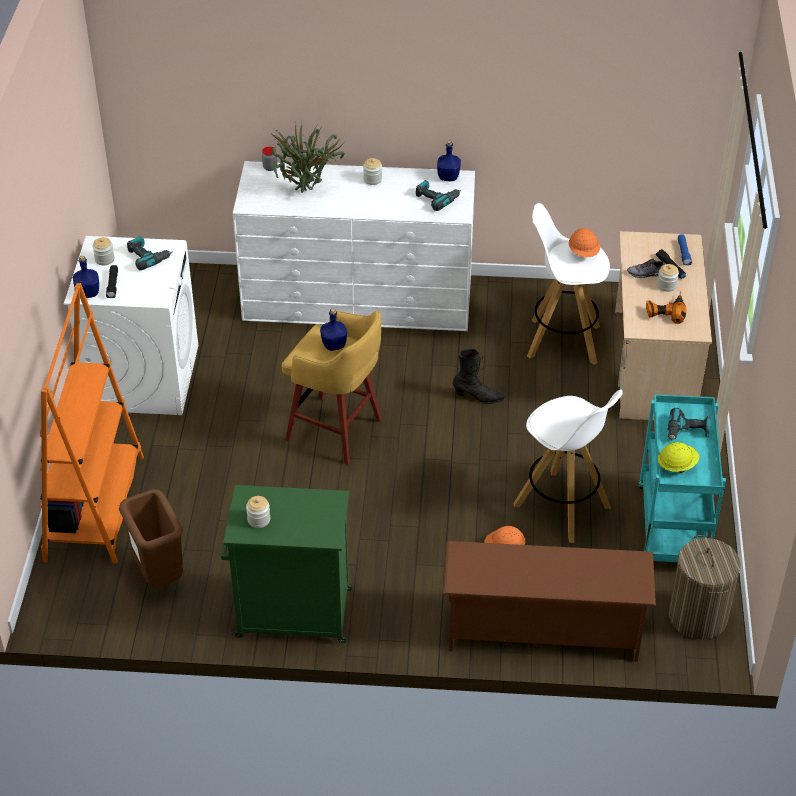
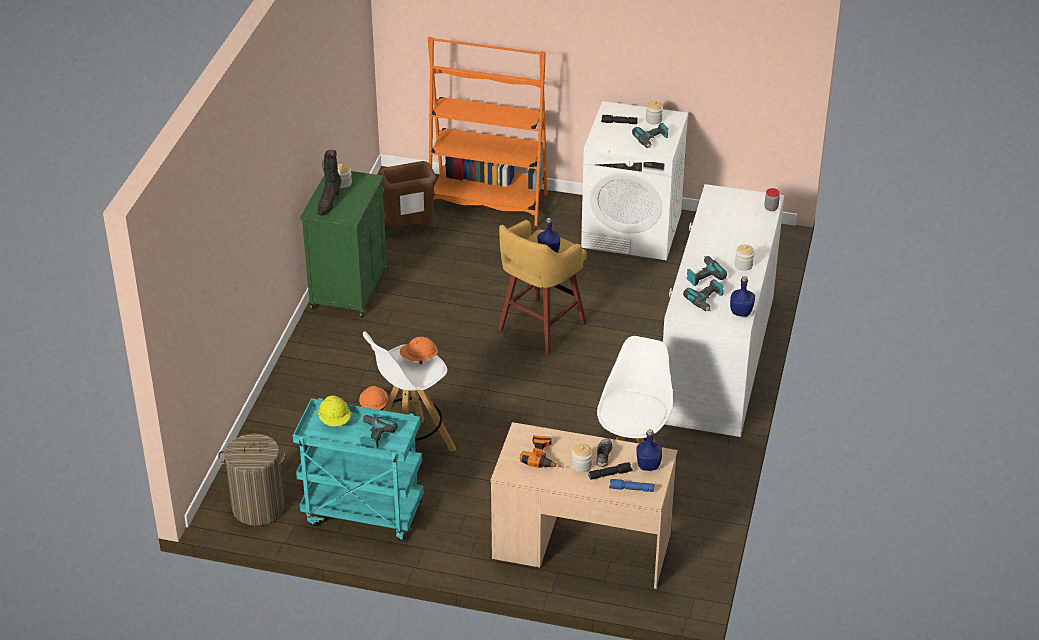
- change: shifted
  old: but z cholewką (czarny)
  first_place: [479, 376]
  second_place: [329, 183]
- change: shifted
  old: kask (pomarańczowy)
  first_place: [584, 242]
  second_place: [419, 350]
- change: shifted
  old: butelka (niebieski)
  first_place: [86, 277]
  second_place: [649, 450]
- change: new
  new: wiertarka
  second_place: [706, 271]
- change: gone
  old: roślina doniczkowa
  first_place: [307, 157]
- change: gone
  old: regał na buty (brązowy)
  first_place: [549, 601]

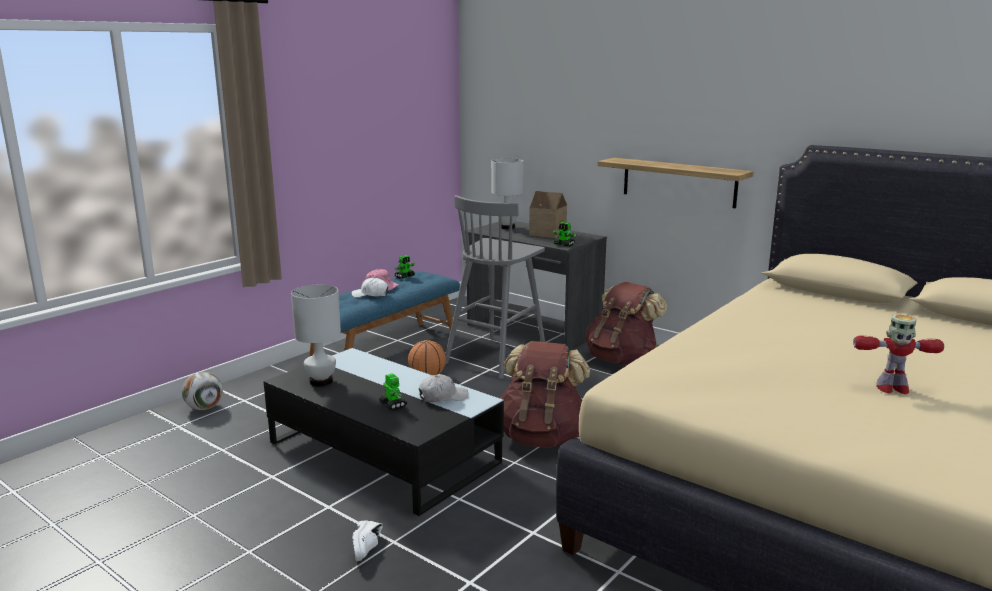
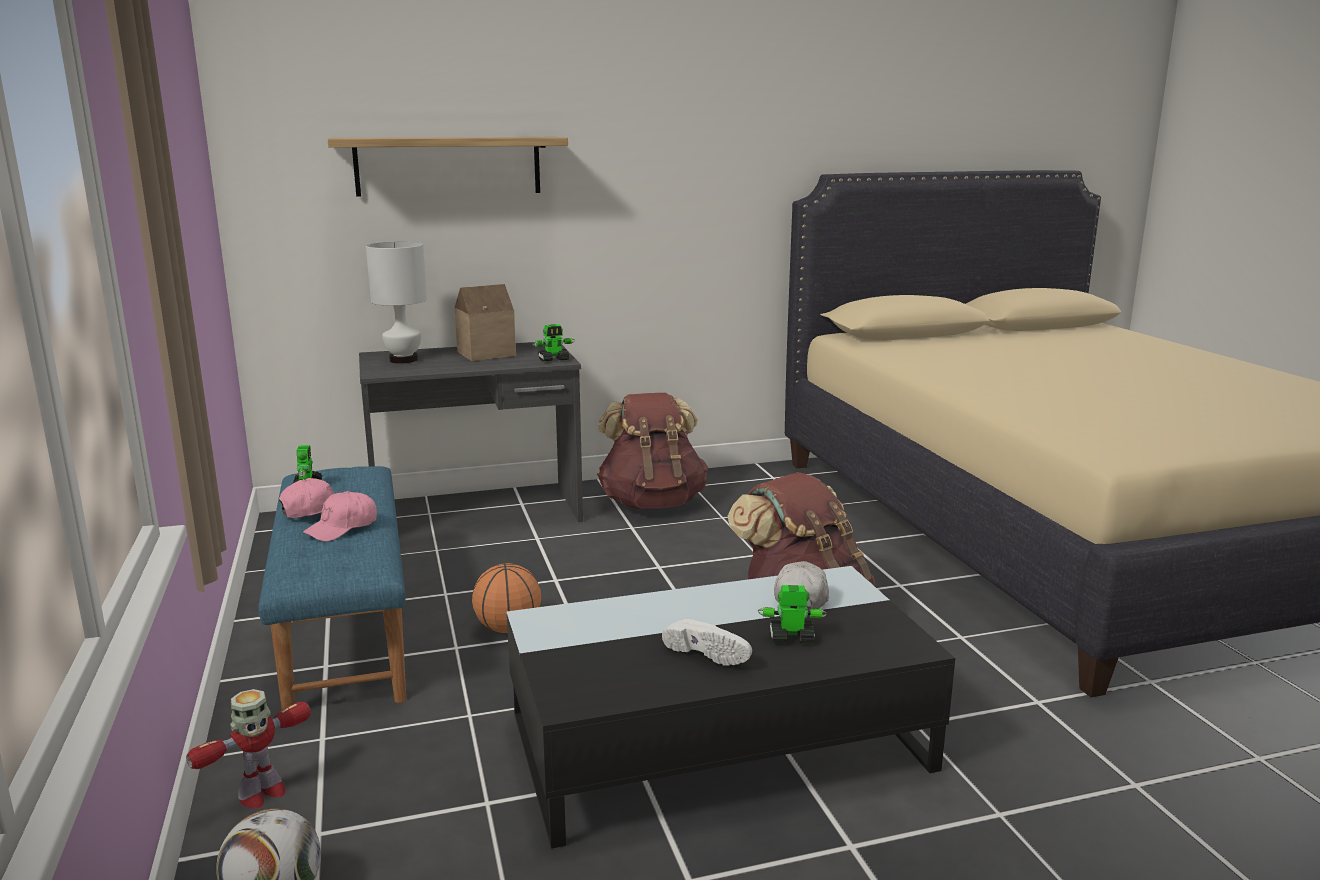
- change: shifted
  old: robot zabawkowy
  first_place: [898, 354]
  second_place: [248, 748]
- change: repainted
  old: czapka z daszkiem (biały)
  new: czapka z daszkiem (różowy)
  first_place: [370, 288]
  second_place: [340, 516]
- change: shifted
  old: półka
  first_place: [675, 183]
  second_place: [448, 167]
- change: shifted
  old: but (biały)
  first_place: [367, 541]
  second_place: [707, 642]
- change: gone
  old: lampa stołowa (biały)
  first_place: [316, 335]
- change: gone
  old: stołek (szary)
  first_place: [495, 287]

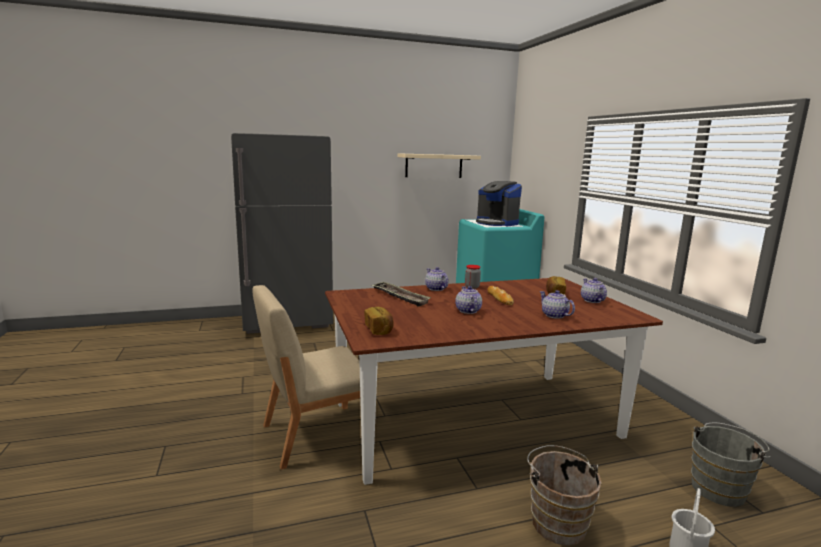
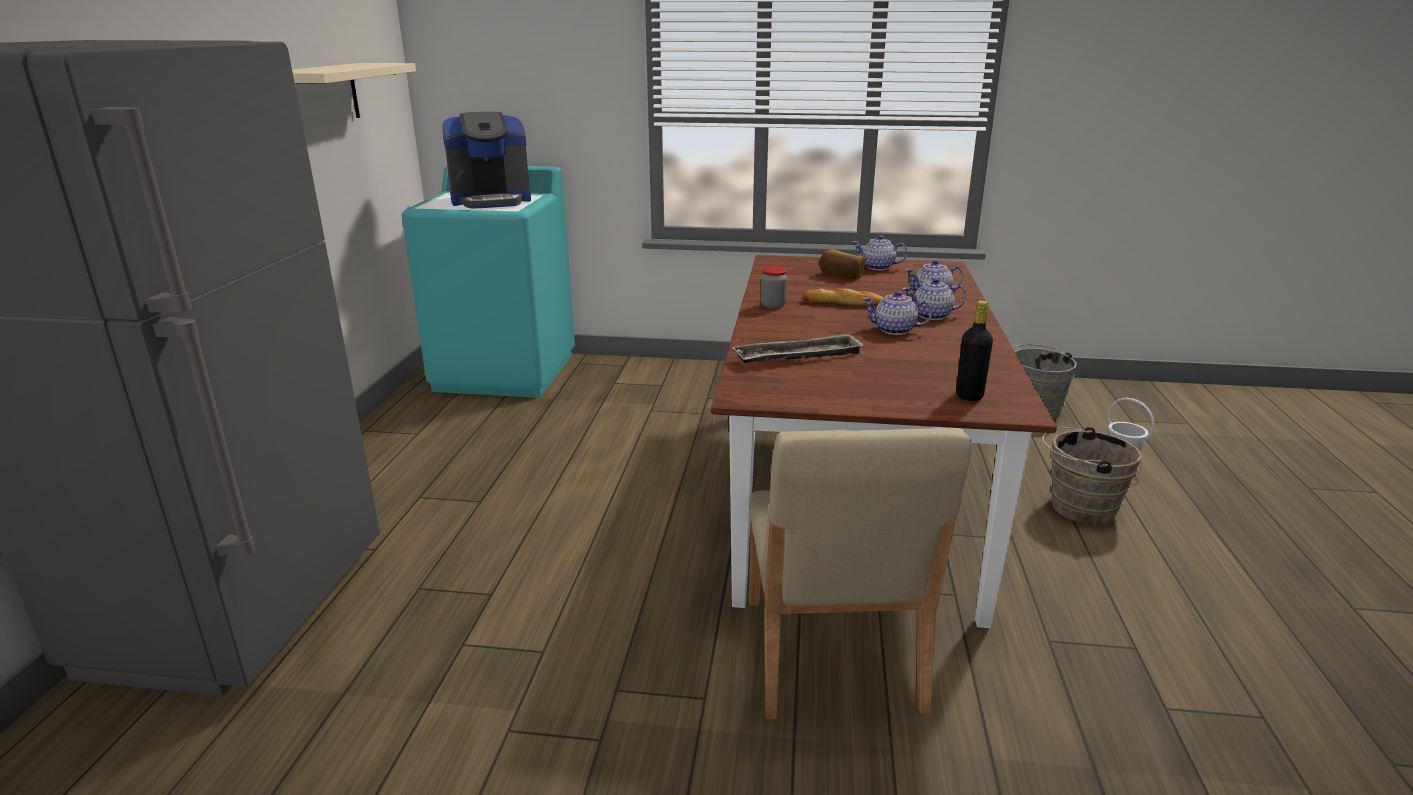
- change: shifted
  old: imbryk
  first_place: [437, 279]
  second_place: [935, 299]
- change: swapped
  old: chleb
  new: butelka (czarny)
  first_place: [379, 321]
  second_place: [974, 350]

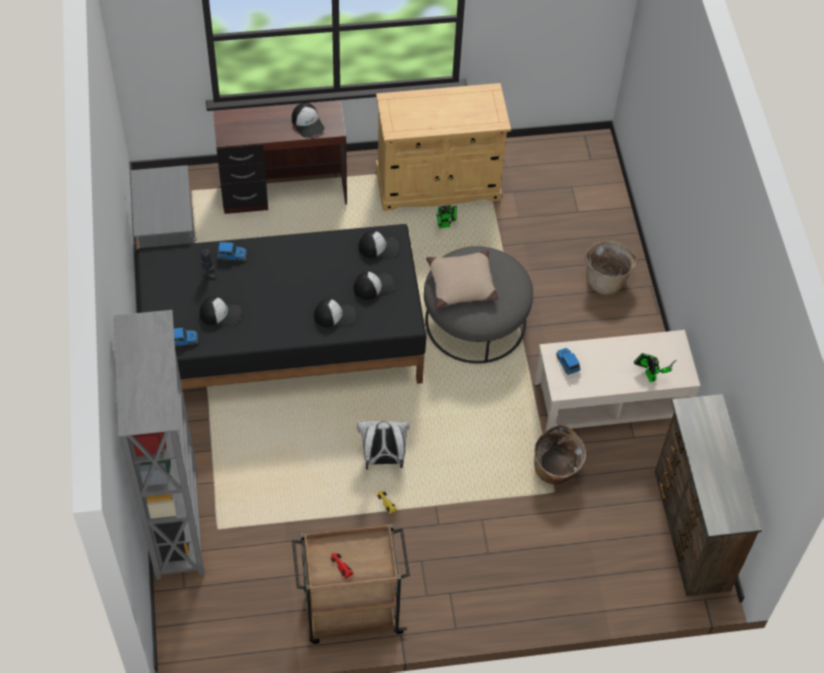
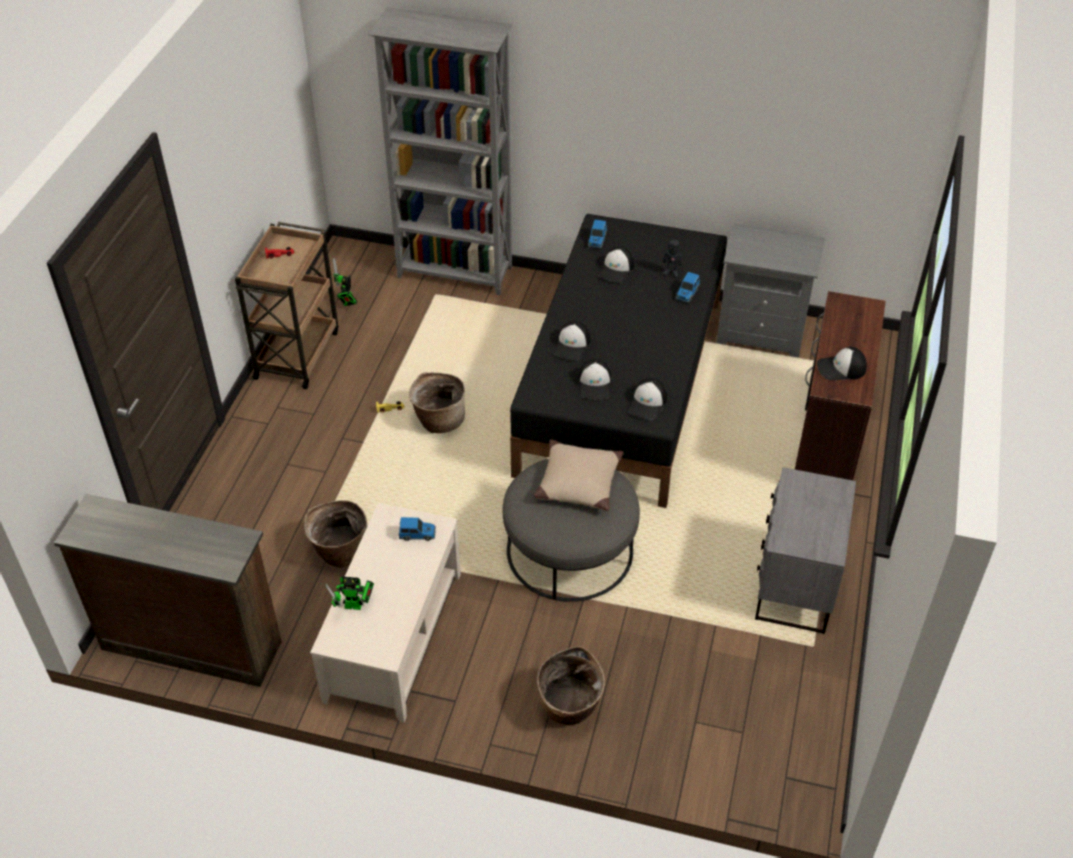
- change: shifted
  old: robot zabawkowy
  first_place: [446, 216]
  second_place: [344, 282]
- change: swapped
  old: plecak (biały)
  new: koszyk
  first_place: [383, 445]
  second_place: [437, 402]
- change: swapped
  old: szafka (beżowy)
  new: szafka nocna (szary)
  first_place: [443, 147]
  second_place: [805, 550]

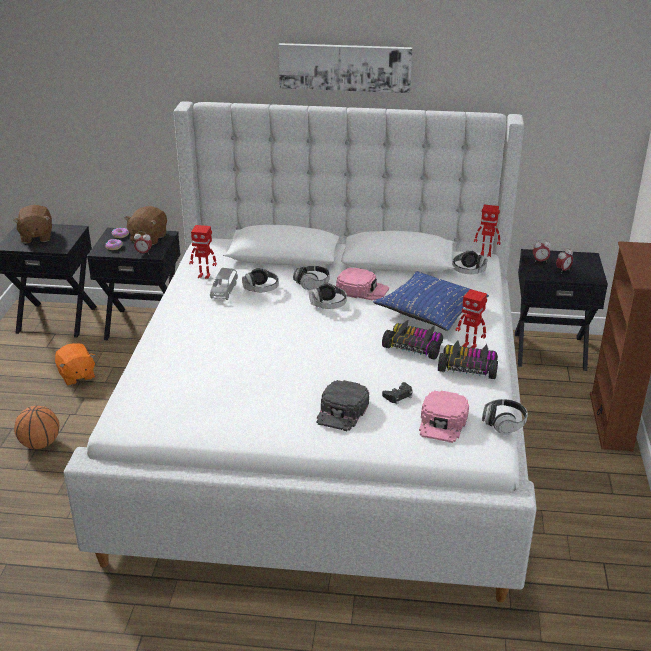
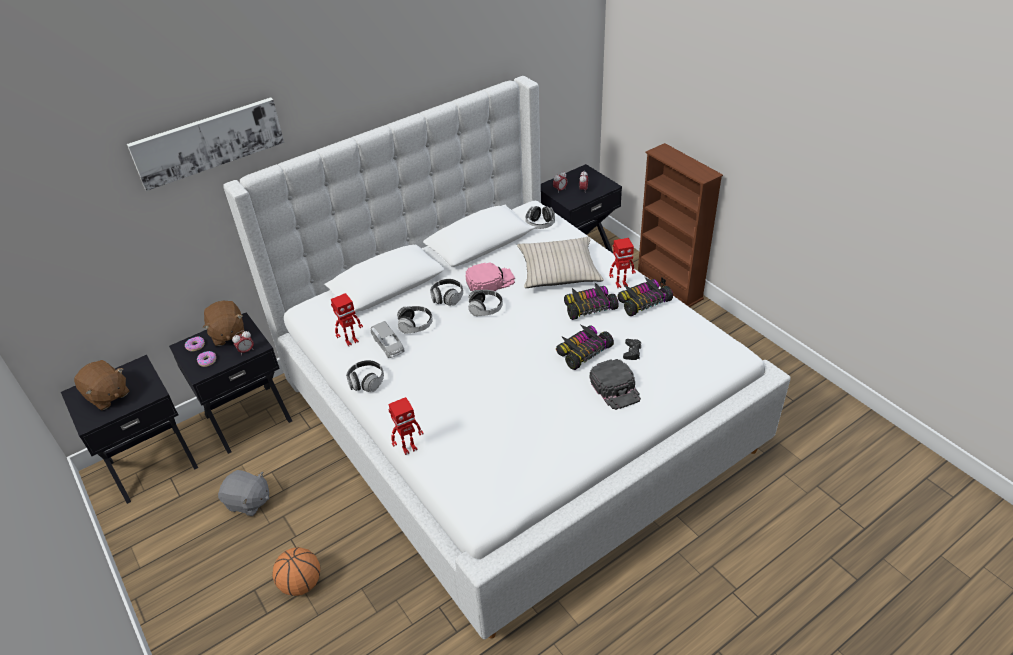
- change: shifted
  old: obraz
  first_place: [345, 68]
  second_place: [205, 144]
- change: repainted
  old: pluszak (pomarańczowy)
  new: pluszak (szary)
  first_place: [75, 364]
  second_place: [243, 493]
- change: shifted
  old: słuchawki
  first_place: [505, 417]
  second_place: [365, 376]
- change: shifted
  old: robot zabawkowy
  first_place: [487, 231]
  second_place: [405, 426]
- change: repainted
  old: poduszka (niebieski)
  new: poduszka (beżowy)
  first_place: [431, 301]
  second_place: [560, 262]
- change: new
  new: samochodzik
  second_place: [585, 347]
- change: gone
  old: czapka z daszkiem (różowy)
  first_place: [444, 417]

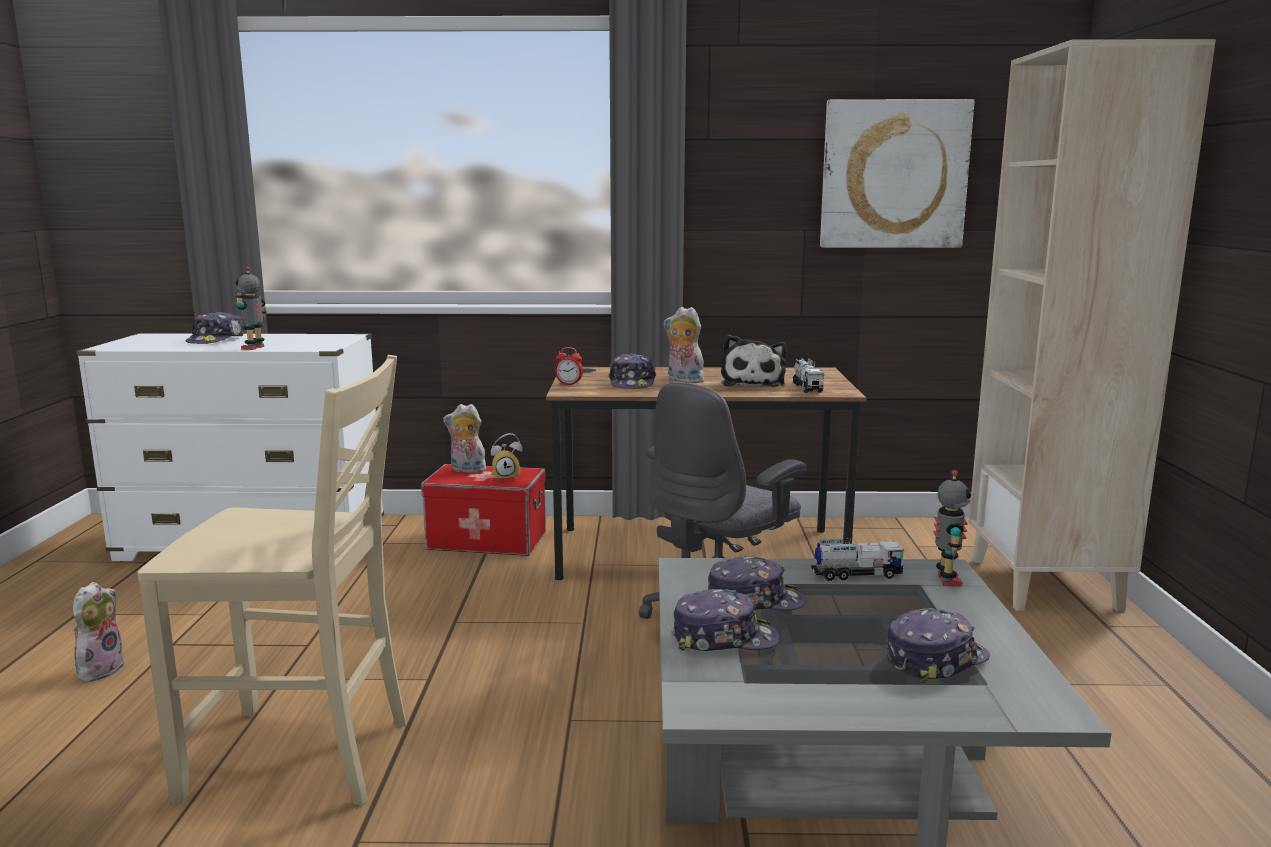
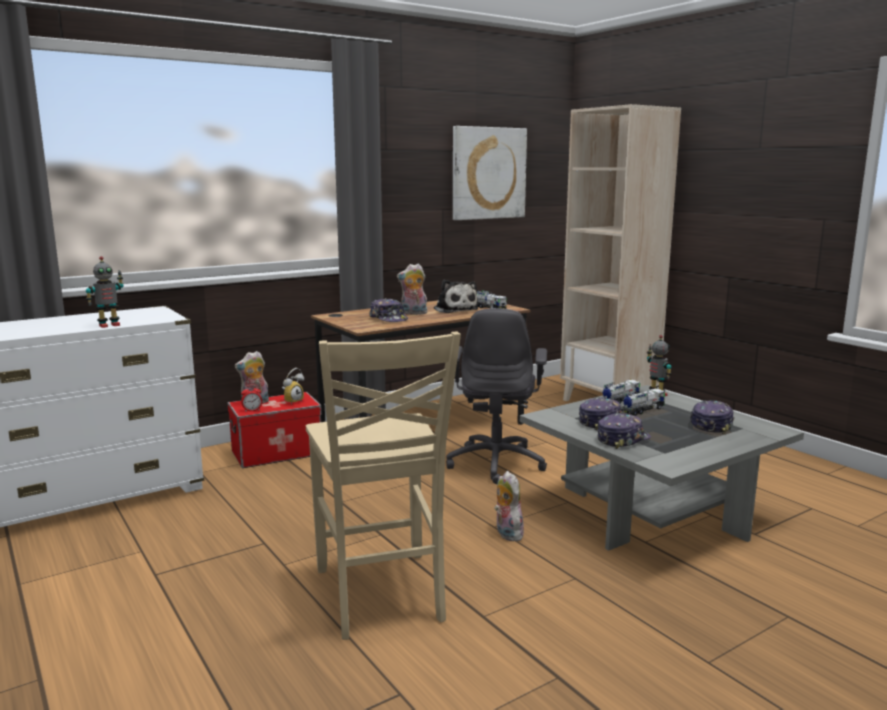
- change: rotated
  old: robot zabawkowy
  first_place: [251, 308]
  second_place: [105, 292]
  degrees: -105
- change: shifted
  old: budzik
  first_place: [569, 366]
  second_place: [251, 398]
- change: rotated
  old: krzesło (beżowy)
  first_place: [271, 580]
  second_place: [383, 486]
  degrees: 105
- change: shifted
  old: pluszak
  first_place: [99, 632]
  second_place: [509, 506]
- change: new
  new: ciężarówka zabawkowa
  second_place: [643, 402]
- change: gone
  old: czapka z daszkiem
  first_place: [214, 327]

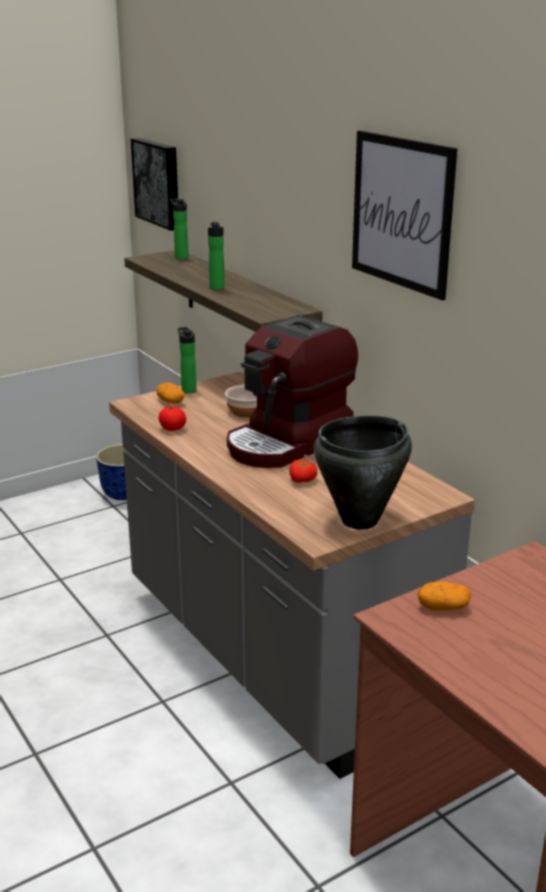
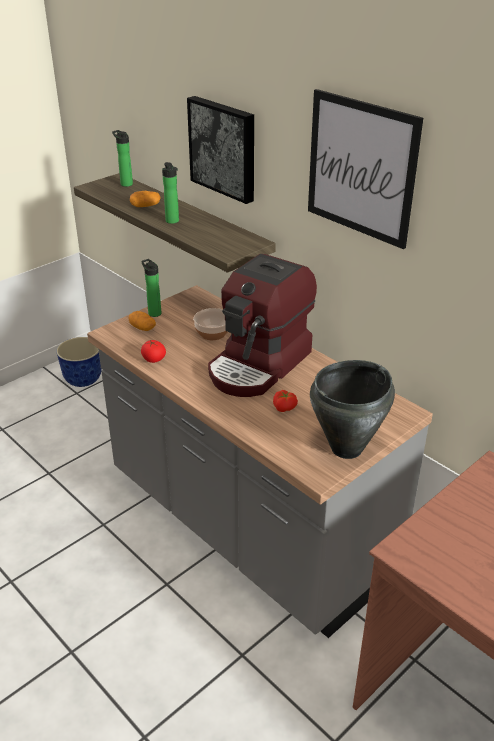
- change: shifted
  old: ziemniak
  first_place: [444, 595]
  second_place: [145, 199]
- change: shifted
  old: obraz
  first_place: [154, 184]
  second_place: [220, 150]

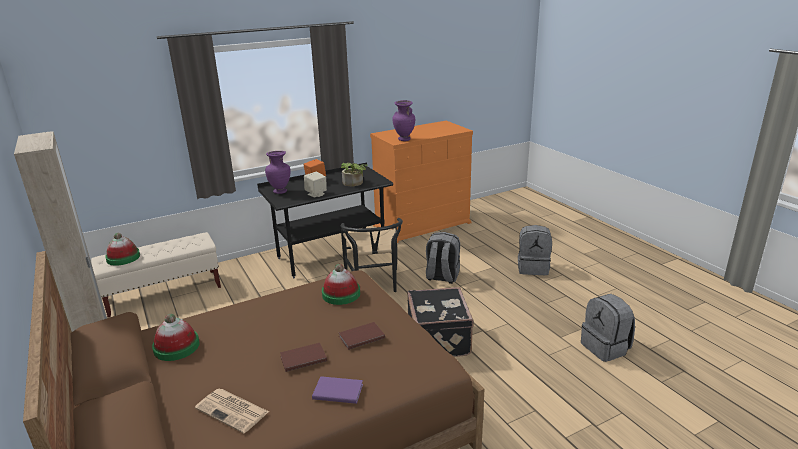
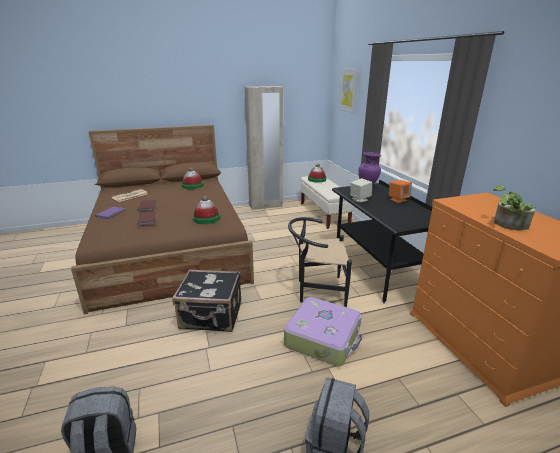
- change: swapped
  old: plecak (szary)
  new: walizka
  first_place: [443, 258]
  second_place: [323, 332]
- change: new
  new: obraz
  second_place: [349, 91]
- change: shifted
  old: roślina doniczkowa
  first_place: [354, 175]
  second_place: [514, 207]
- change: gone
  old: wazon (fioletowy)
  first_place: [403, 120]

